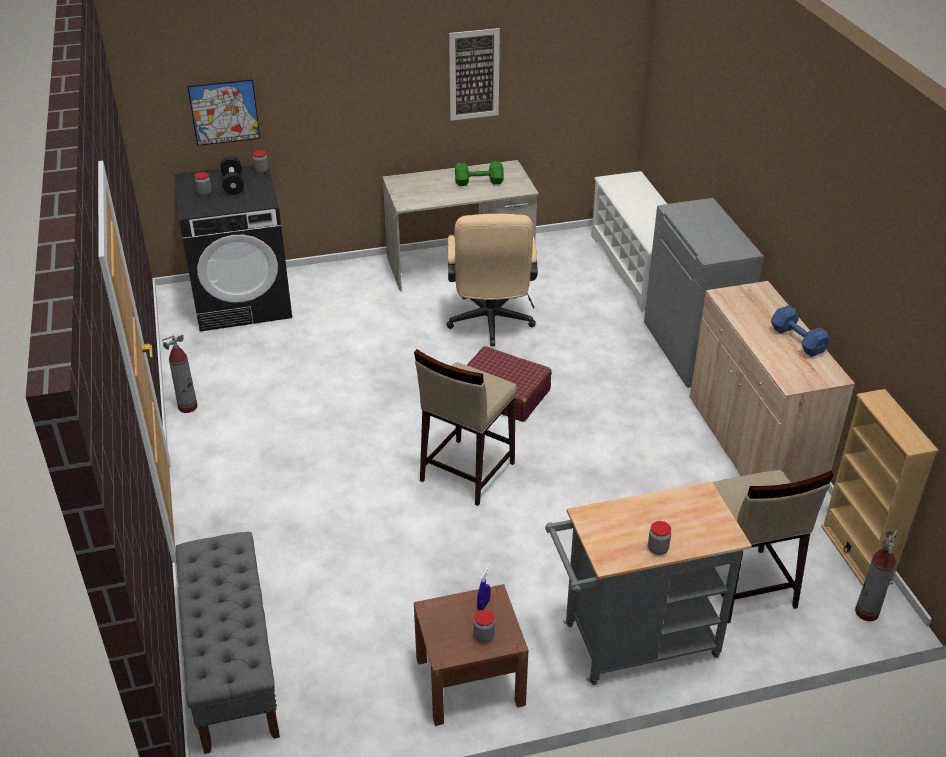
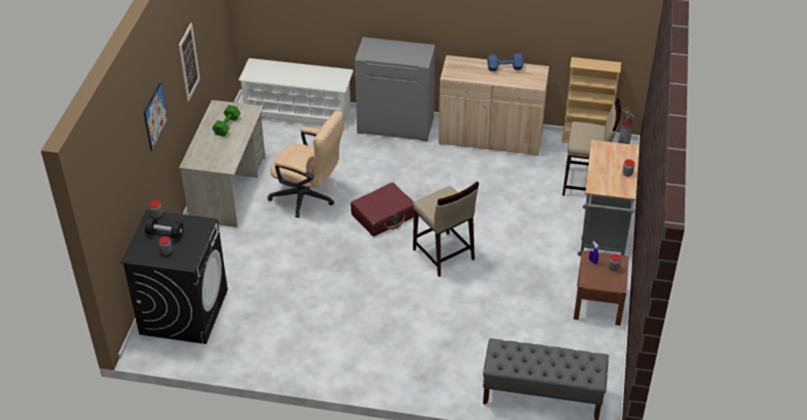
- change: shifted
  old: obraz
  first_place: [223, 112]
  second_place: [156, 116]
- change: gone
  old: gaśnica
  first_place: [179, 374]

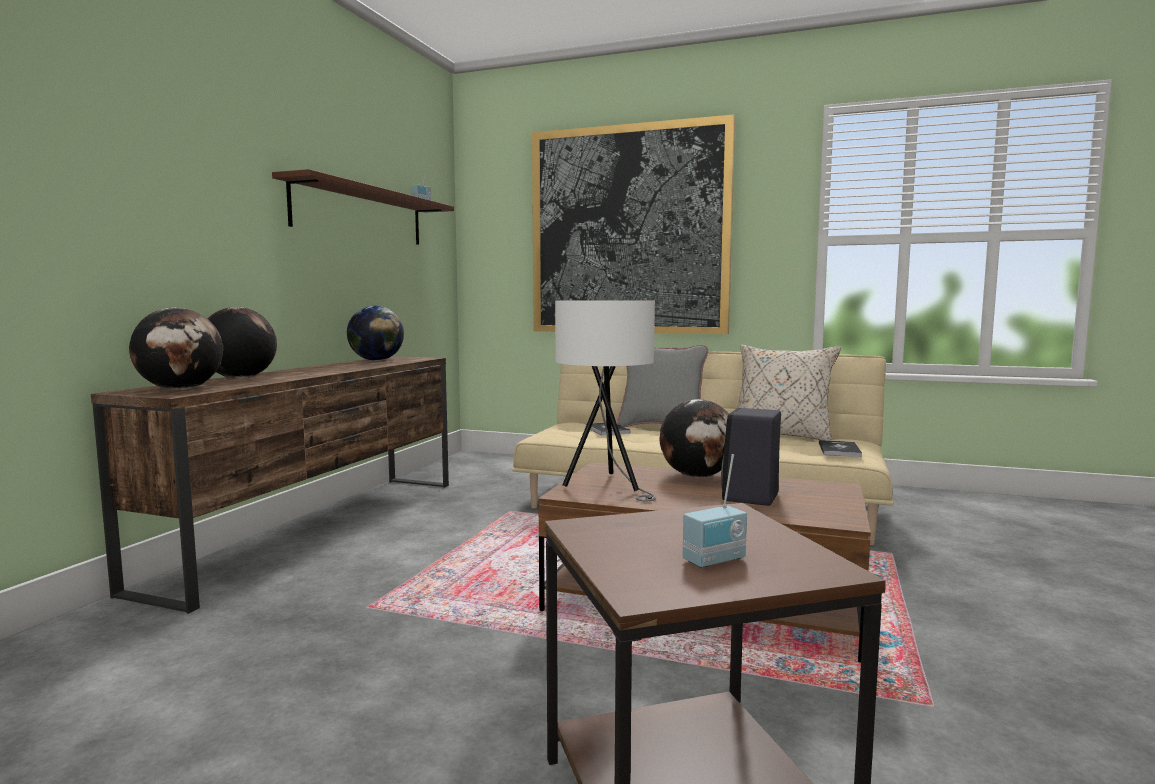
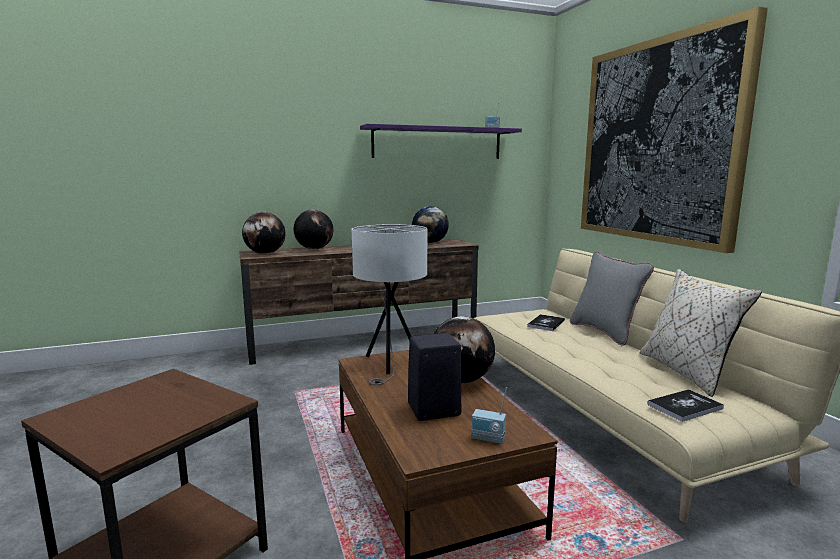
- change: repainted
  old: półka (brązowy)
  new: półka (fioletowy)
  first_place: [363, 207]
  second_place: [441, 141]
- change: shifted
  old: radio
  first_place: [715, 511]
  second_place: [489, 415]

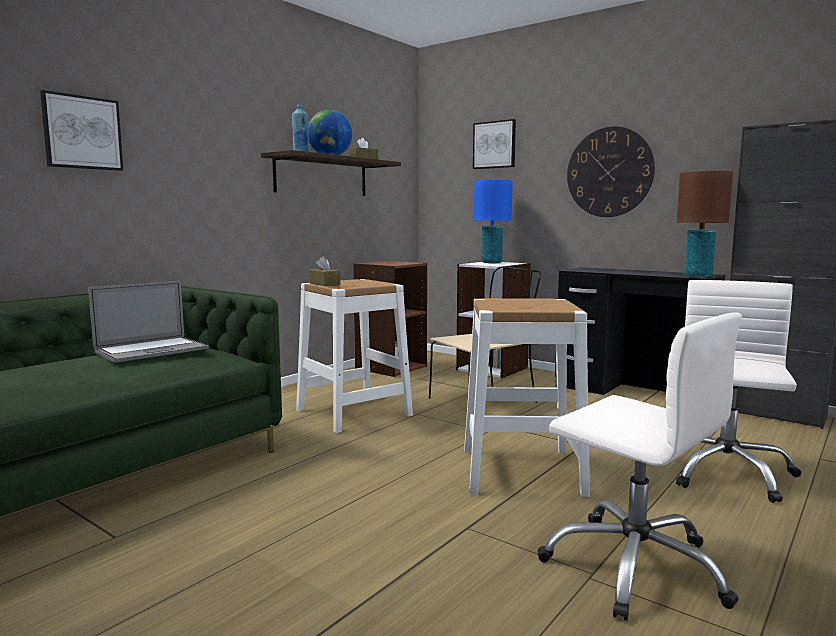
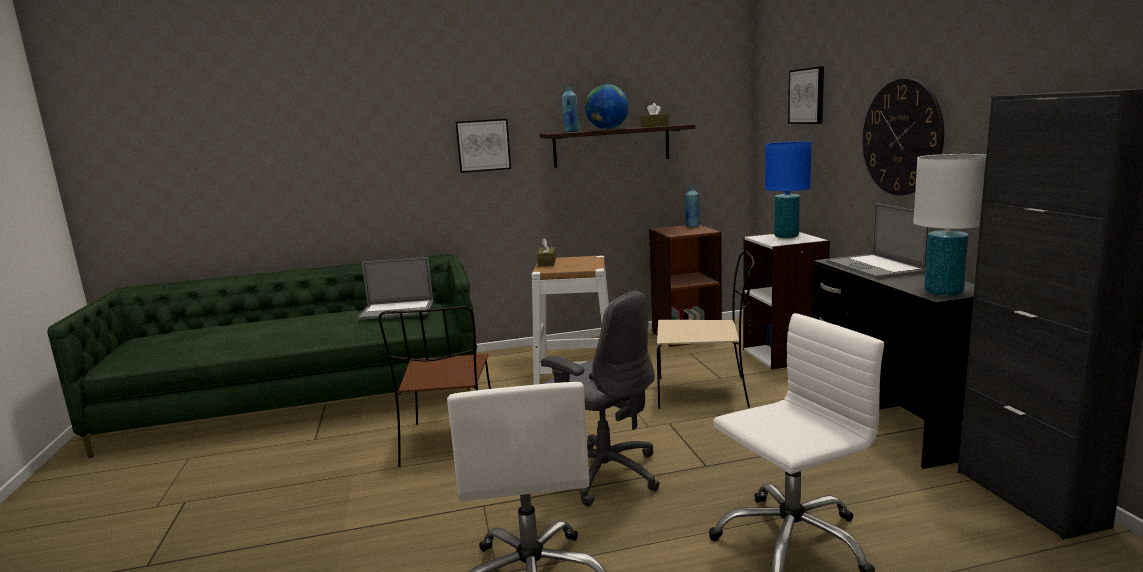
- change: new
  new: krzesło (brązowy)
  second_place: [434, 386]
- change: shifted
  old: obraz
  first_place: [81, 130]
  second_place: [483, 146]
- change: swapped
  old: stołek (biały)
  new: krzesło biurowe (szary)
  first_place: [527, 397]
  second_place: [600, 399]
- change: new
  new: butelka (niebieski)
  second_place: [692, 207]
- change: new
  new: laptop
  second_place: [879, 241]
- change: repainted
  old: lampa stołowa (brązowy)
  new: lampa stołowa (biały)
  first_place: [705, 224]
  second_place: [949, 225]

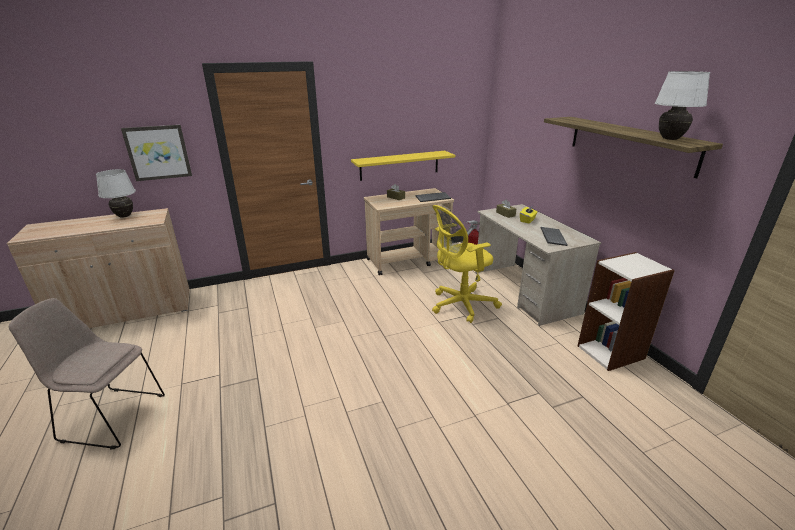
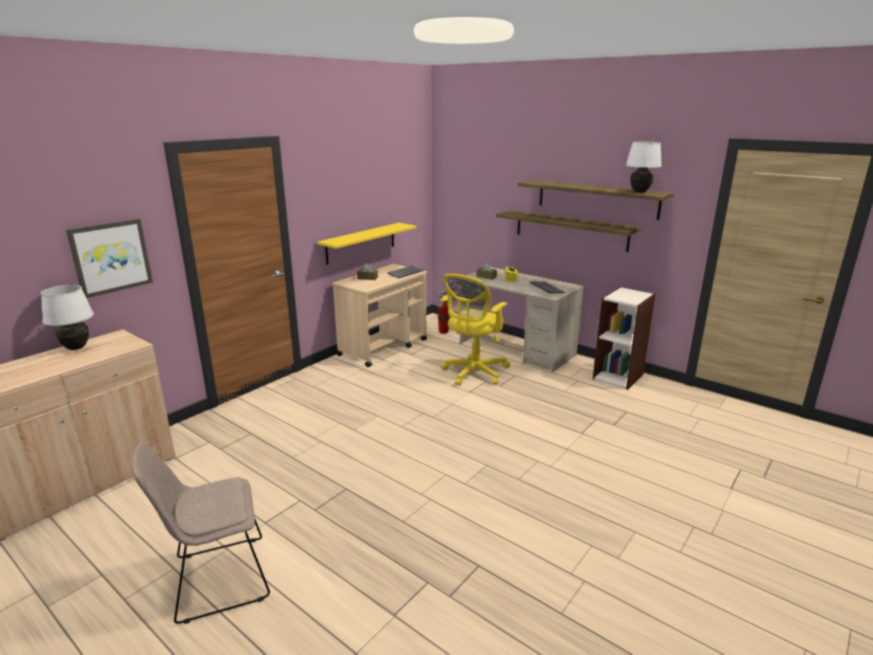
- change: new
  new: półka
  second_place: [569, 231]

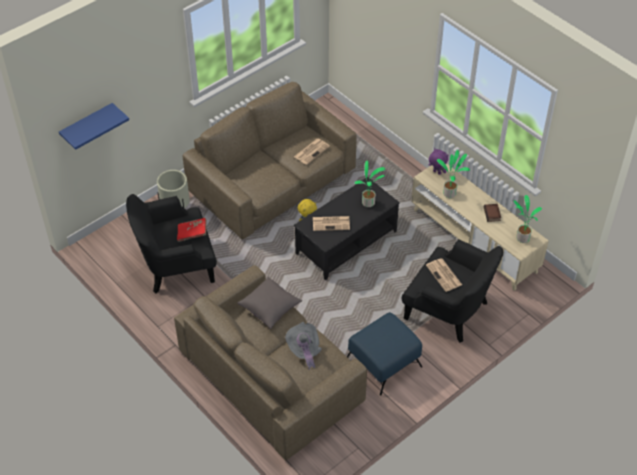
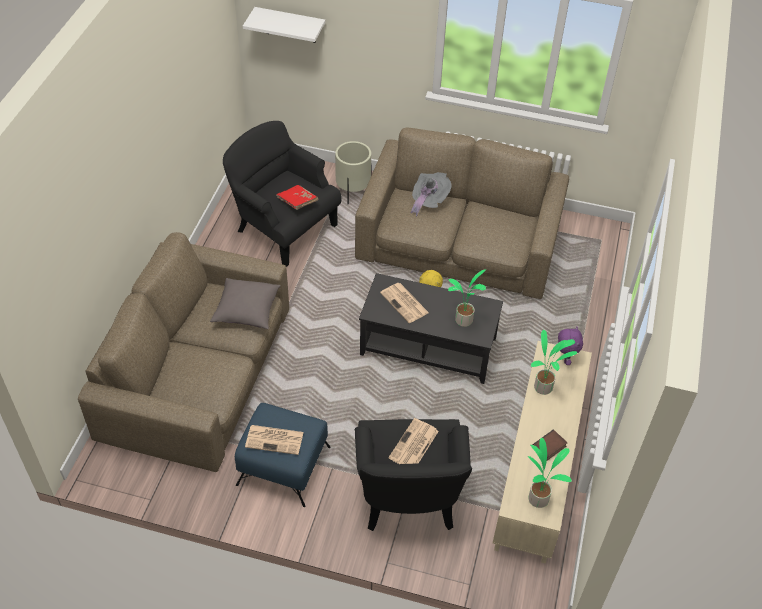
- change: repainted
  old: półka (niebieski)
  new: półka (biały)
  first_place: [94, 126]
  second_place: [284, 25]
- change: shifted
  old: gazeta
  first_place: [312, 152]
  second_place: [274, 440]
- change: shifted
  old: kapelusz (szary)
  first_place: [303, 346]
  second_place: [431, 194]

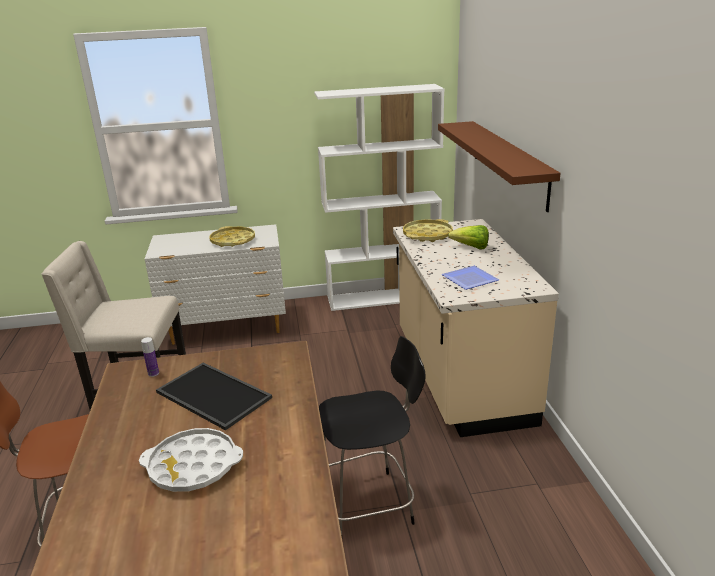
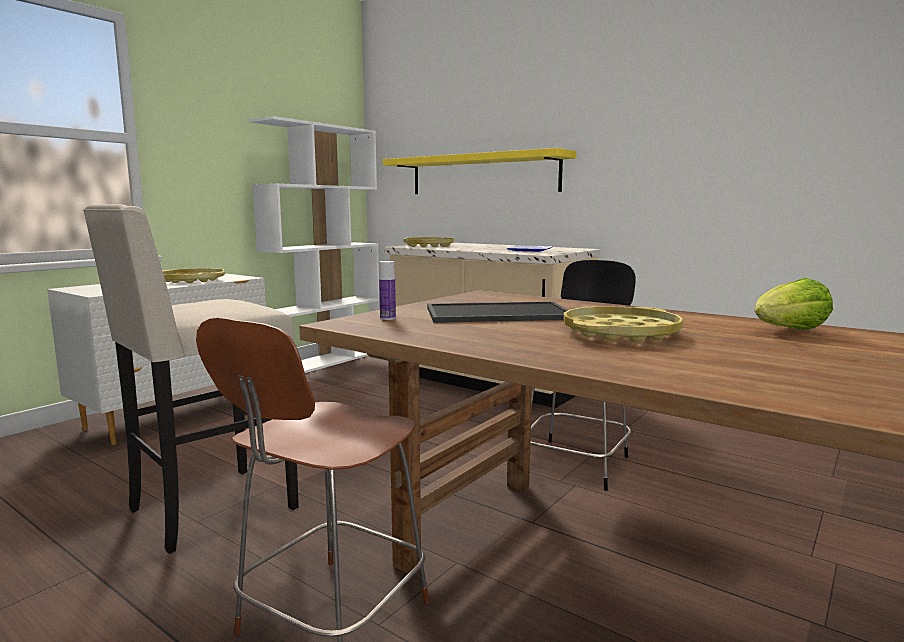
- change: repainted
  old: półka (brązowy)
  new: półka (żółty)
  first_place: [499, 166]
  second_place: [479, 171]
- change: repainted
  old: taca (biały)
  new: taca (żółty)
  first_place: [191, 460]
  second_place: [623, 324]
- change: shifted
  old: sałata
  first_place: [468, 237]
  second_place: [794, 303]

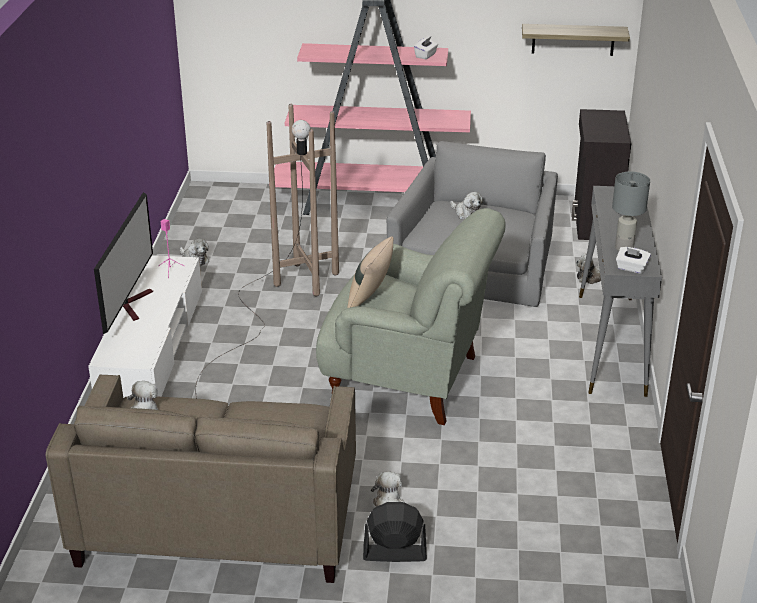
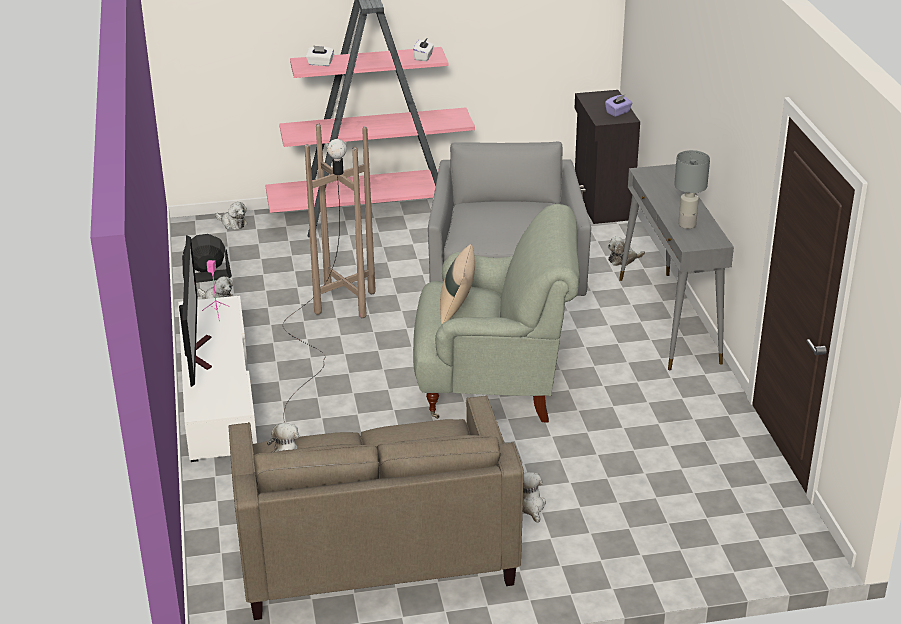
- change: shifted
  old: wentylator (czarny)
  first_place: [395, 532]
  second_place: [207, 258]
- change: shifted
  old: pluszak
  first_place: [466, 205]
  second_place: [231, 216]
- change: shifted
  old: pudełko chusteczek (biały)
  first_place: [633, 260]
  second_place: [320, 55]
- change: new
  new: pudełko chusteczek (fioletowy)
  second_place: [618, 106]
- change: gone
  old: półka
  first_place: [576, 40]

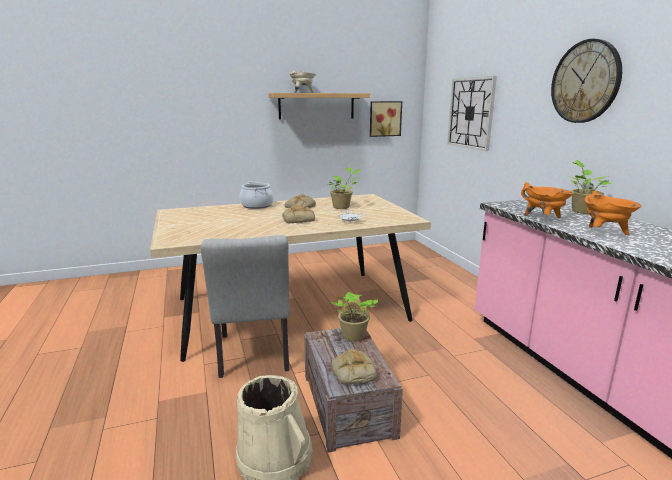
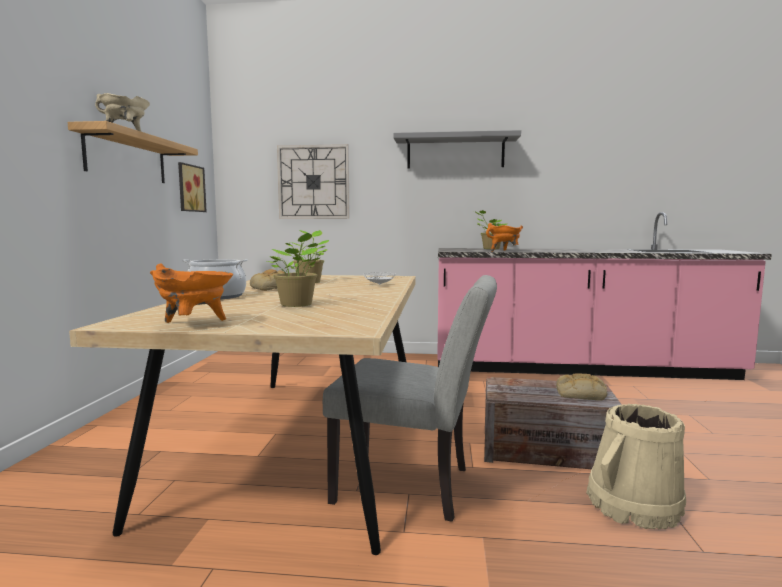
- change: shifted
  old: garnek (pomarańczowy)
  first_place: [613, 212]
  second_place: [191, 293]
- change: shifted
  old: roślina doniczkowa
  first_place: [354, 317]
  second_place: [296, 269]
- change: swapped
  old: zegar ścienny
  new: półka (szary)
  first_place: [586, 81]
  second_place: [457, 149]
- change: gone
  old: chleb
  first_place: [298, 214]

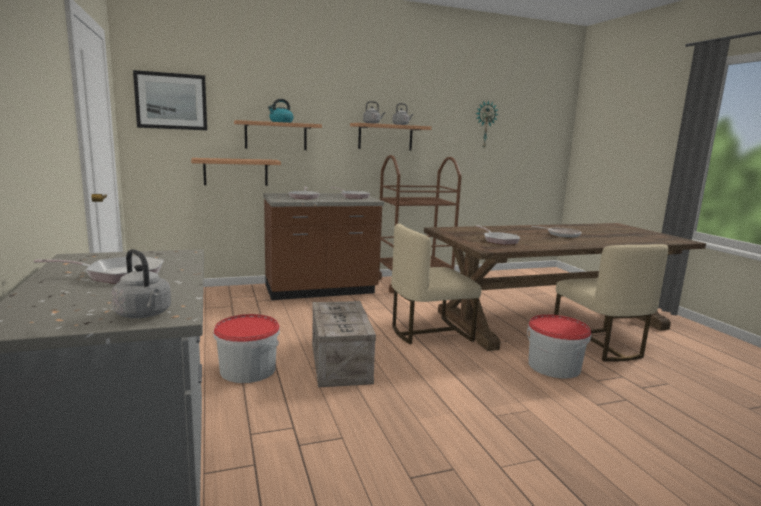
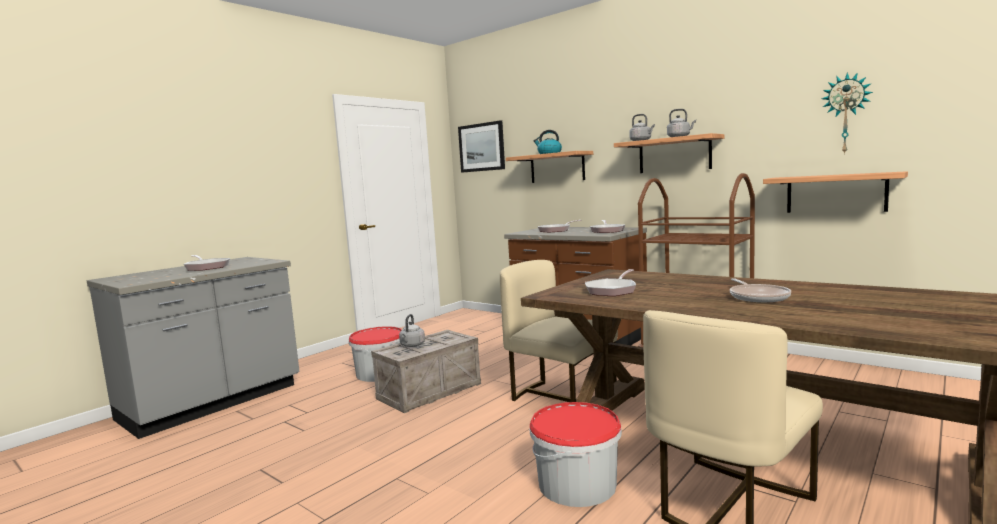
- change: shifted
  old: czajnik (szary)
  first_place: [141, 283]
  second_place: [412, 330]
- change: shifted
  old: półka
  first_place: [236, 172]
  second_place: [835, 192]

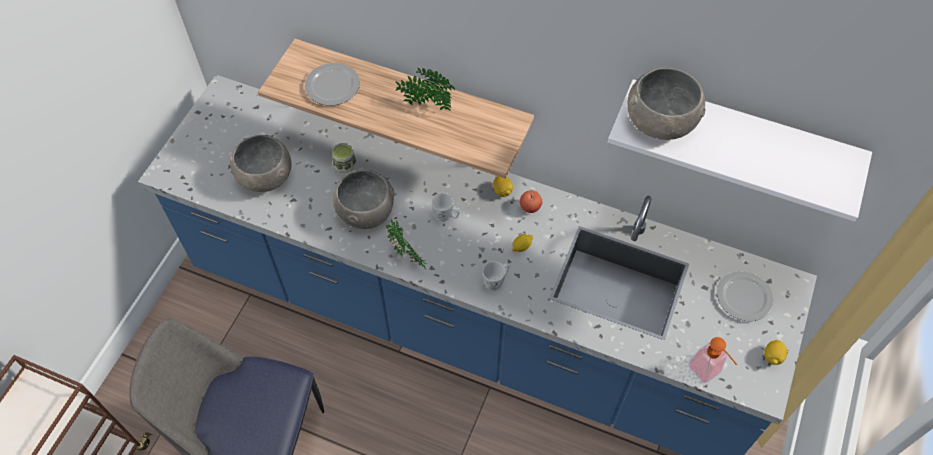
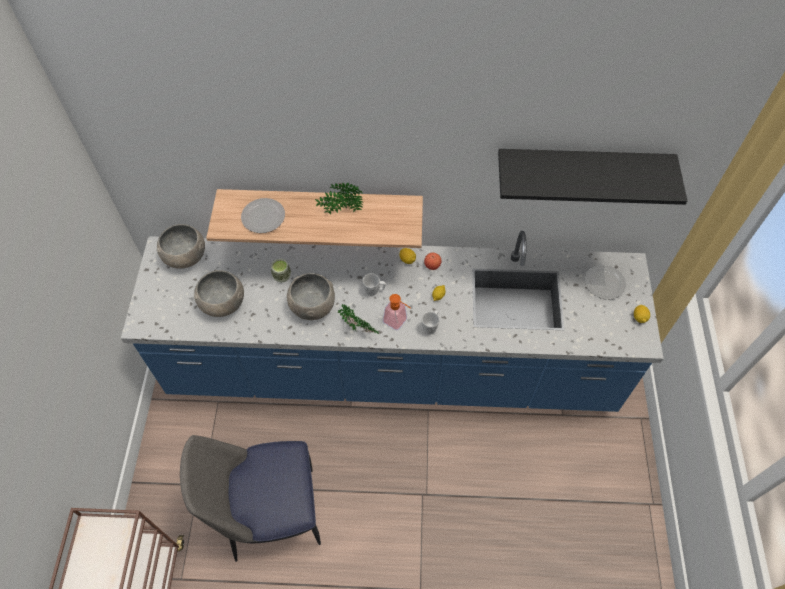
- change: shifted
  old: miska (szary)
  first_place: [666, 104]
  second_place: [181, 246]
- change: shifted
  old: dozownik mydła
  first_place: [712, 360]
  second_place: [397, 312]
- change: repainted
  old: półka (biały)
  new: półka (czarny)
  first_place: [740, 150]
  second_place: [592, 177]

